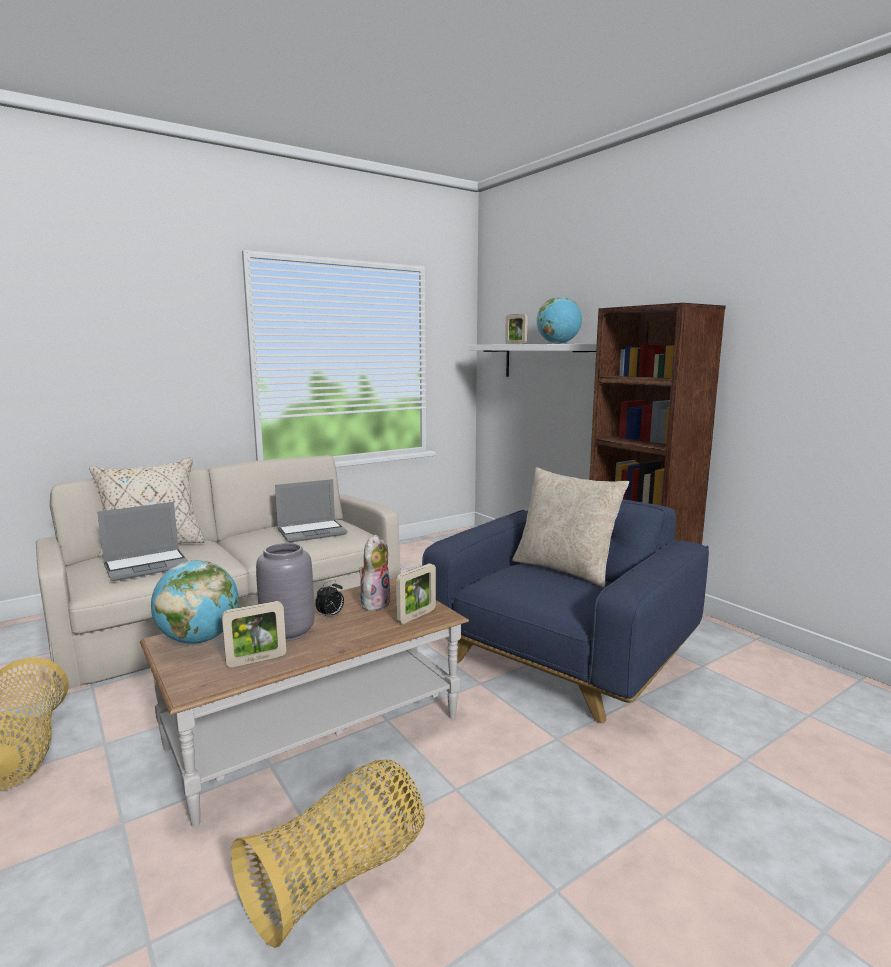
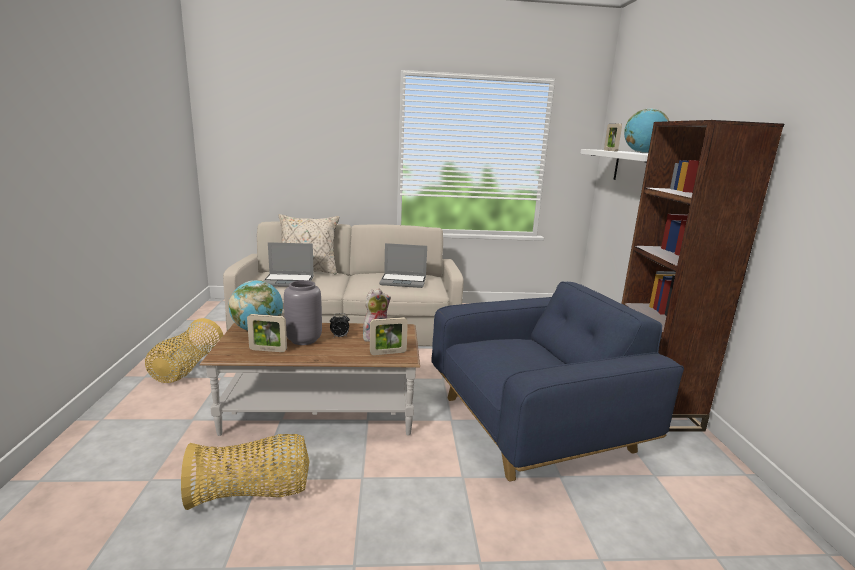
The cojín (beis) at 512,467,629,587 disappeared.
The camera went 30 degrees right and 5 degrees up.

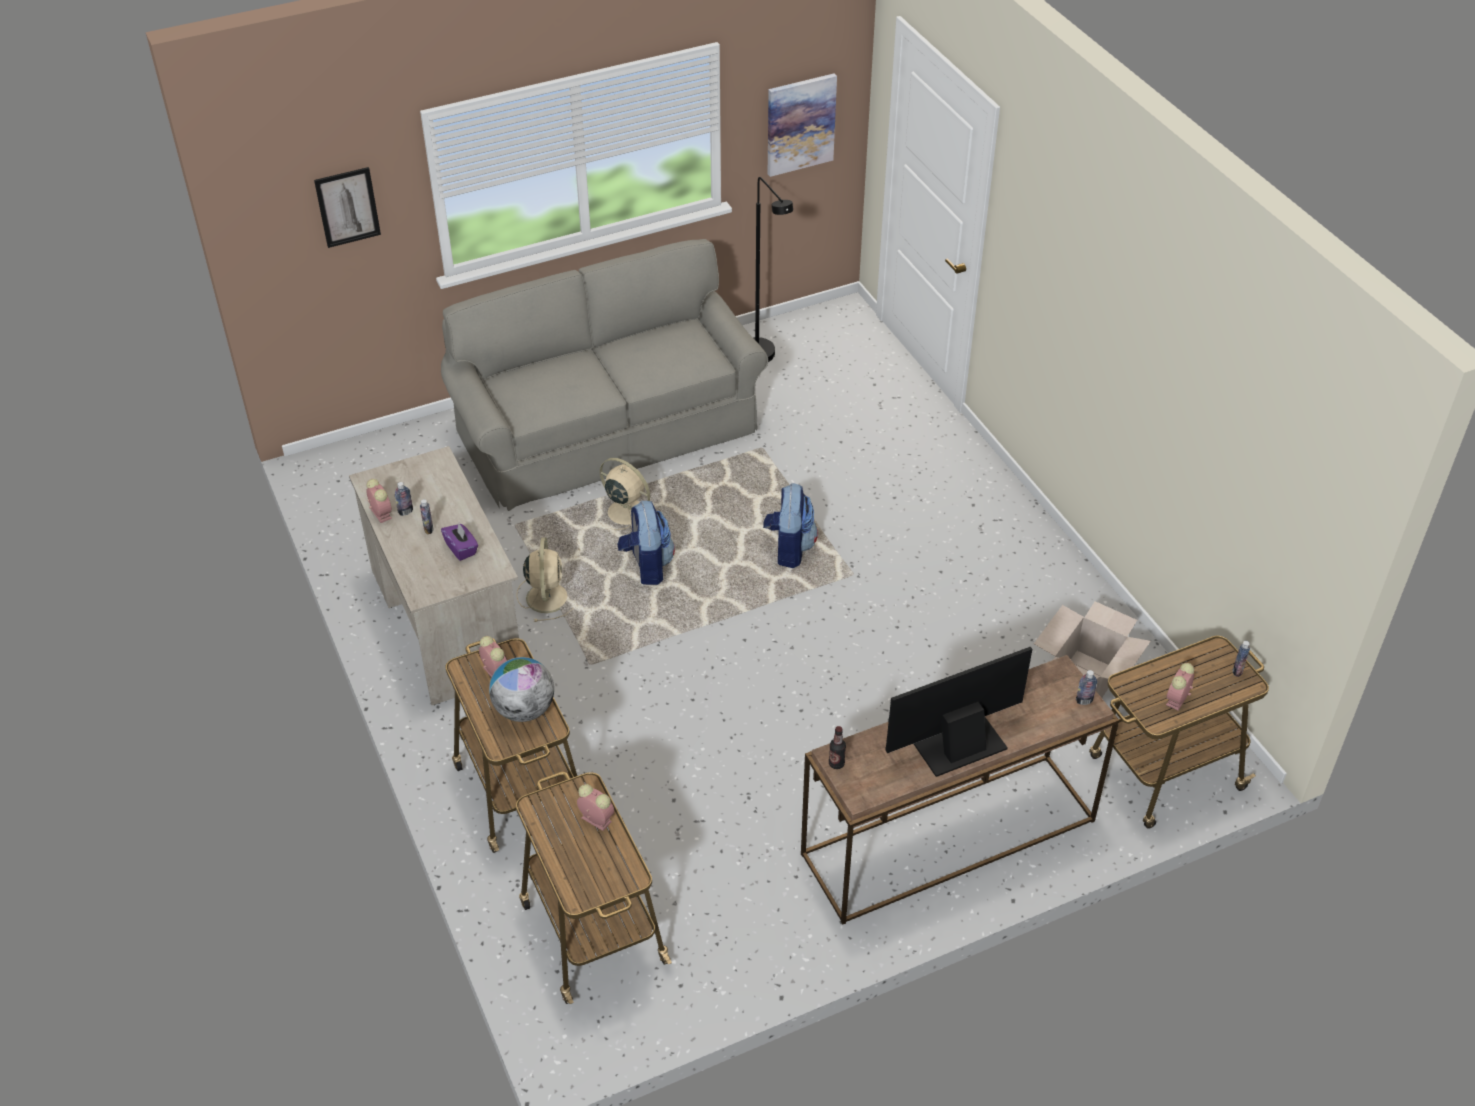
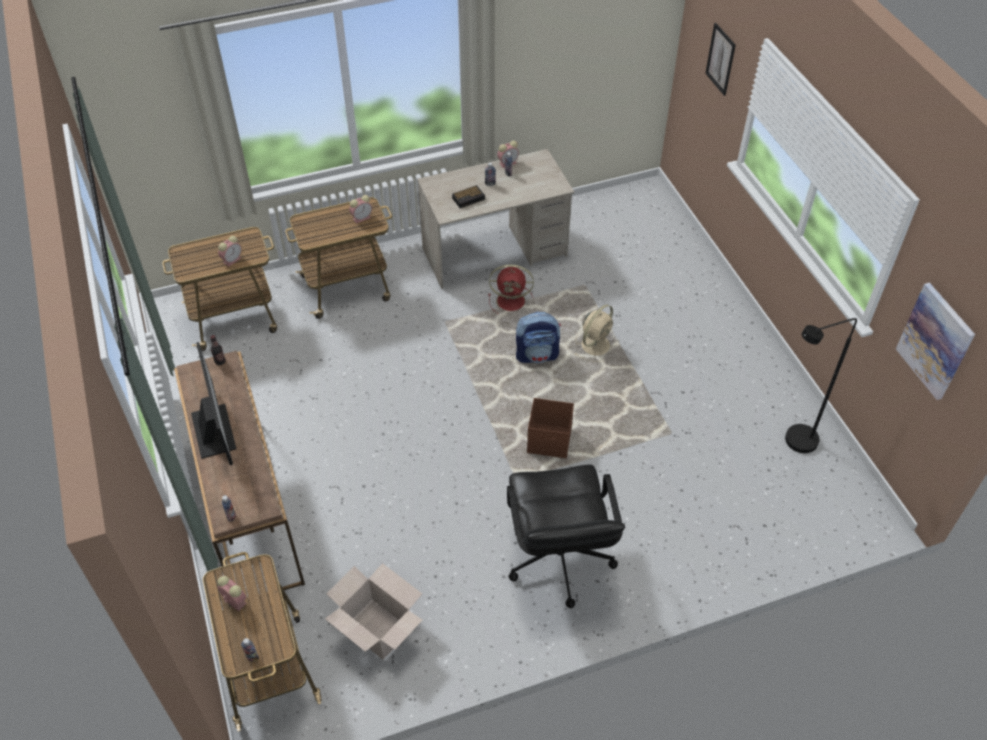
The caja de pañuelos (morado) at 441,524,478,561 was replaced by the despertador at 452,185,485,208.
The ventilador (beis) at 516,537,574,622 became the ventilador (rojo) at 488,265,534,314.
The silla de oficina (negro) at 507,465,625,608 appeared.
The mochila at 763,483,818,568 was replaced by the caja de almacenaje (marrón) at 527,398,574,458.
The sofá (gris) at 441,239,768,511 disappeared.
The globo terráqueo at 489,657,554,722 disappeared.
The camera went 95 degrees right and 5 degrees up.

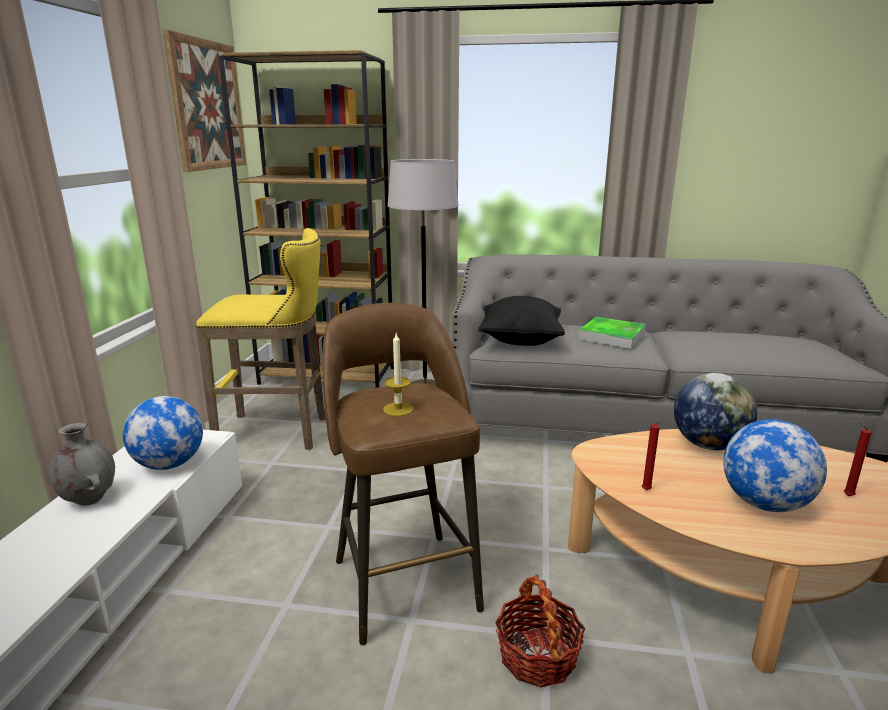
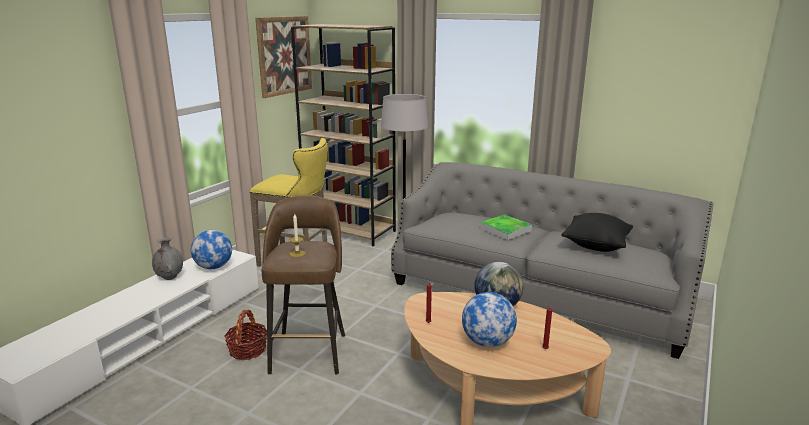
The cesta moved from 495,575,585,688 to 224,310,267,360.
The cojín (negro) moved from 478,296,565,346 to 561,213,633,252.
The camera went 20 degrees right and 0 degrees up.

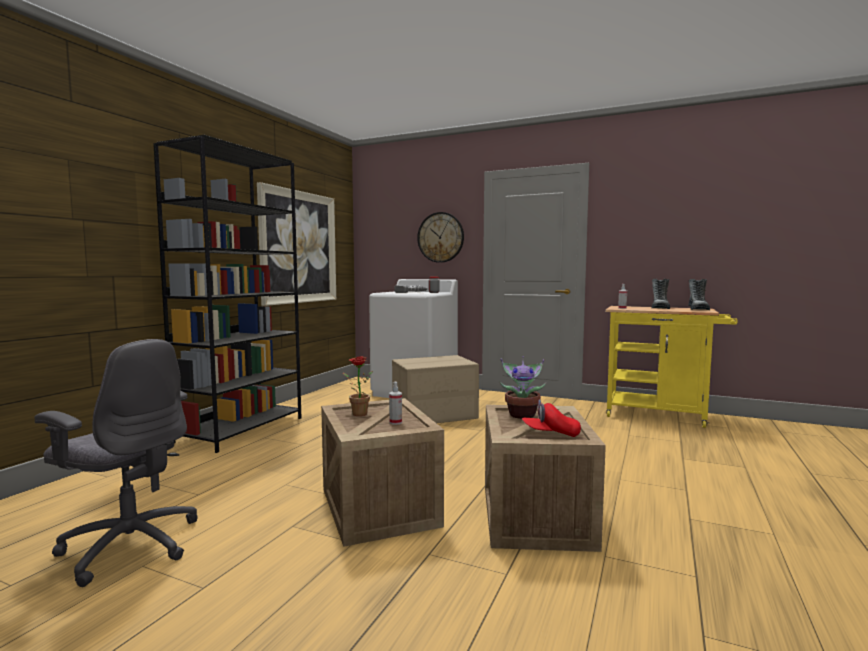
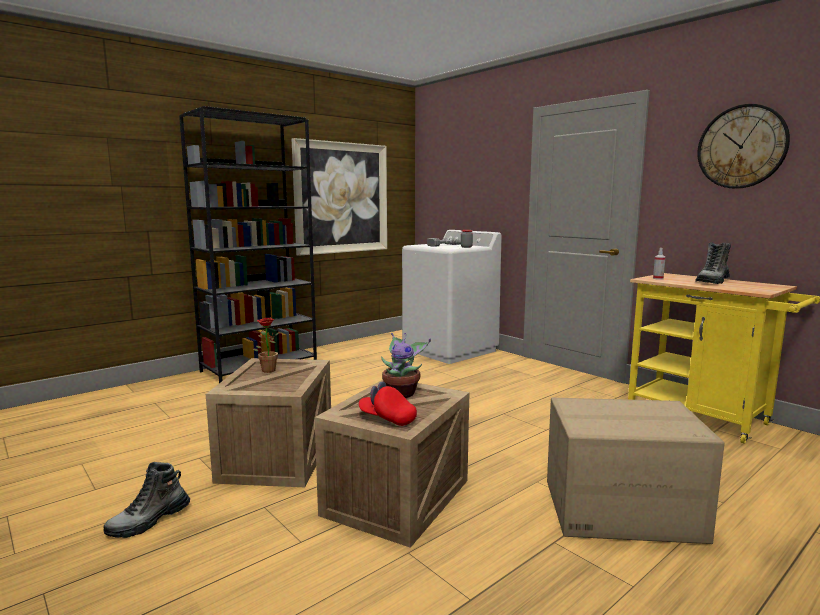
The bota moved from 688,279,710,310 to 104,462,190,538.
The caja de cartón moved from 392,355,479,423 to 547,398,725,544.
The reloj de pared moved from 417,212,464,263 to 697,104,790,189.
The silla de oficina (gris) at 34,339,198,587 disappeared.
The pulverizador at 389,382,402,425 disappeared.
The camera went 25 degrees right and 5 degrees up.

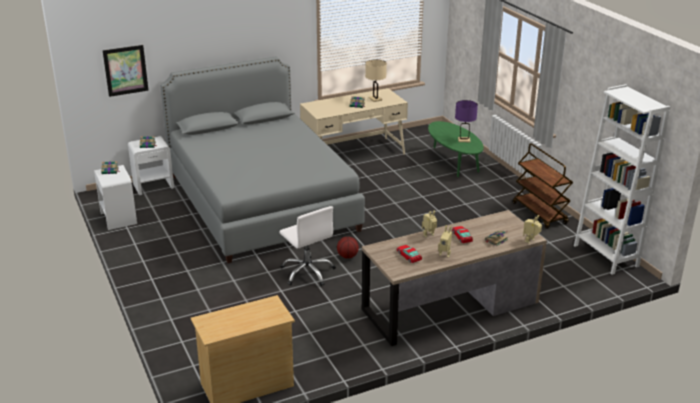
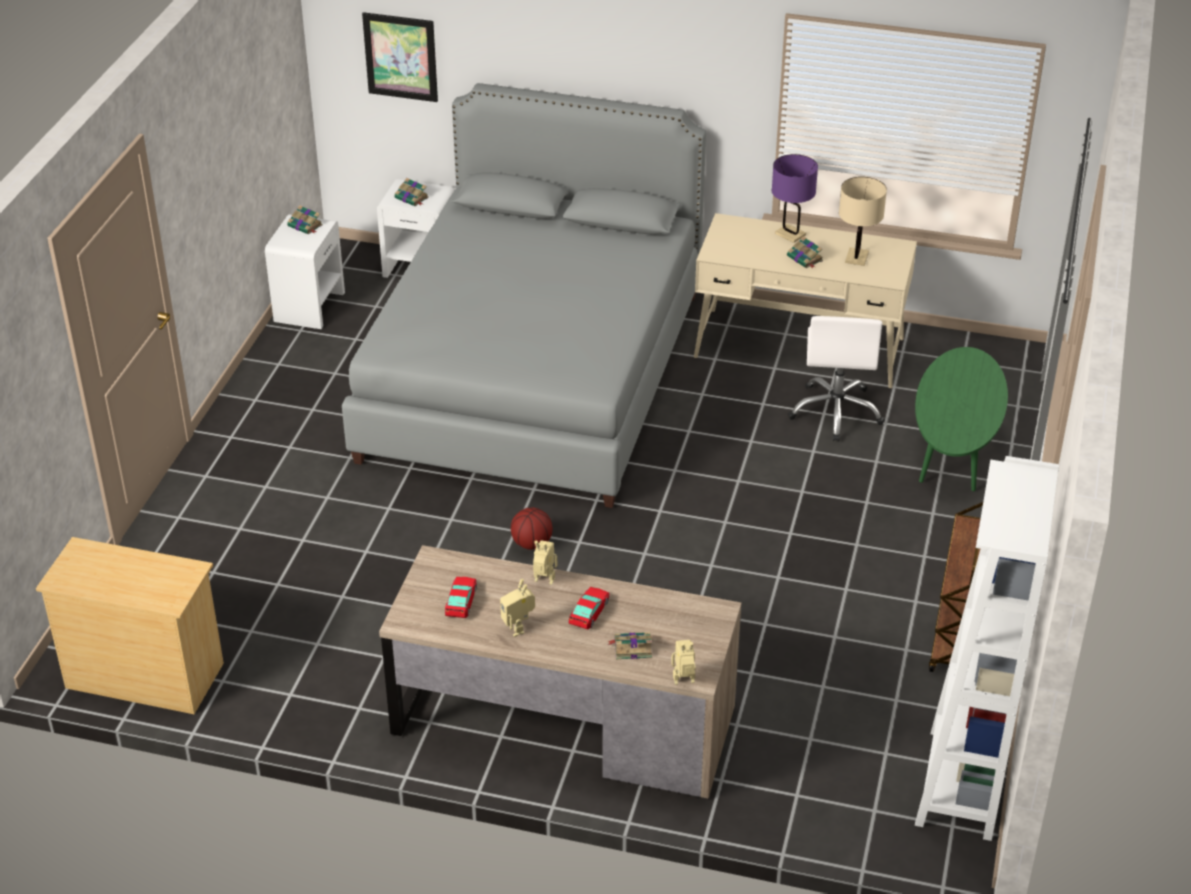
The lámpara de mesa (morado) moved from 455,100,478,142 to 772,154,818,243.
The silla de oficina (blanco) moved from 279,206,336,286 to 788,316,885,442.
The camera went 40 degrees right and 10 degrees up.

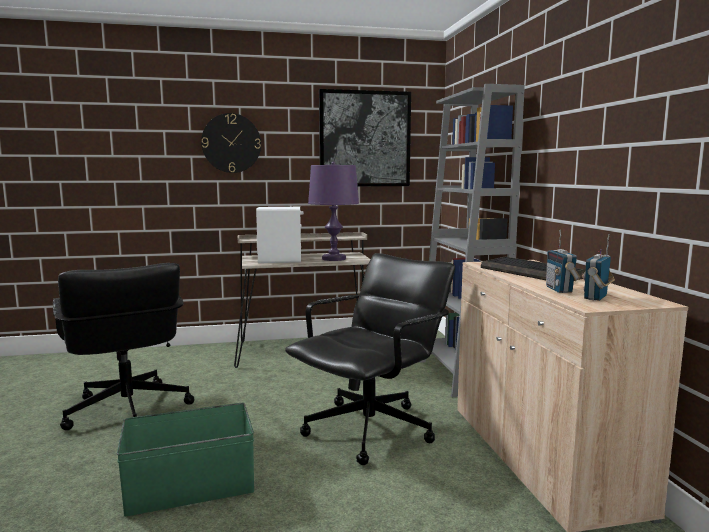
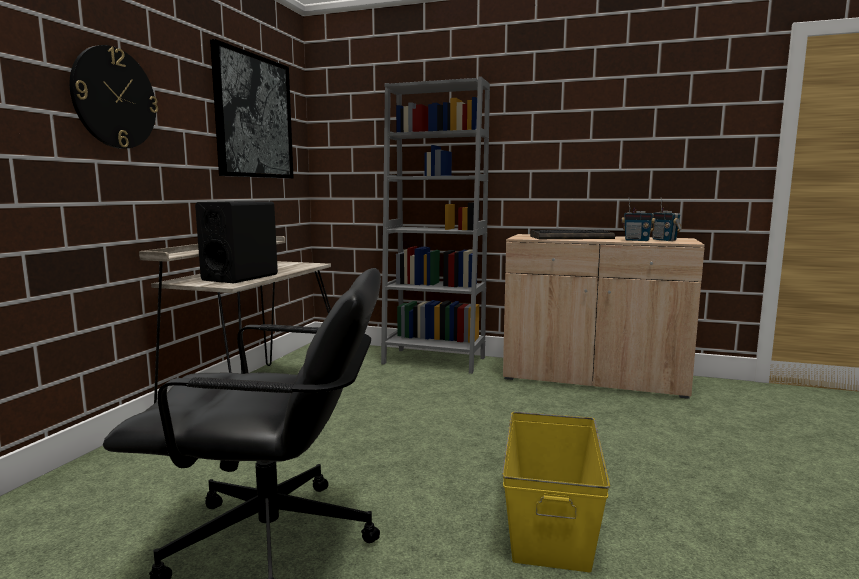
The altavoz (blanco) at 256,207,304,263 became the altavoz (negro) at 195,201,278,284.
The caja de almacenaje (verde) at 117,403,254,516 became the caja de almacenaje (amarillo) at 502,412,610,572.
The silla de oficina (negro) at 285,253,455,465 disappeared.
The lámpara de mesa (morado) at 308,162,359,261 disappeared.
The camera went 60 degrees left and 0 degrees up.

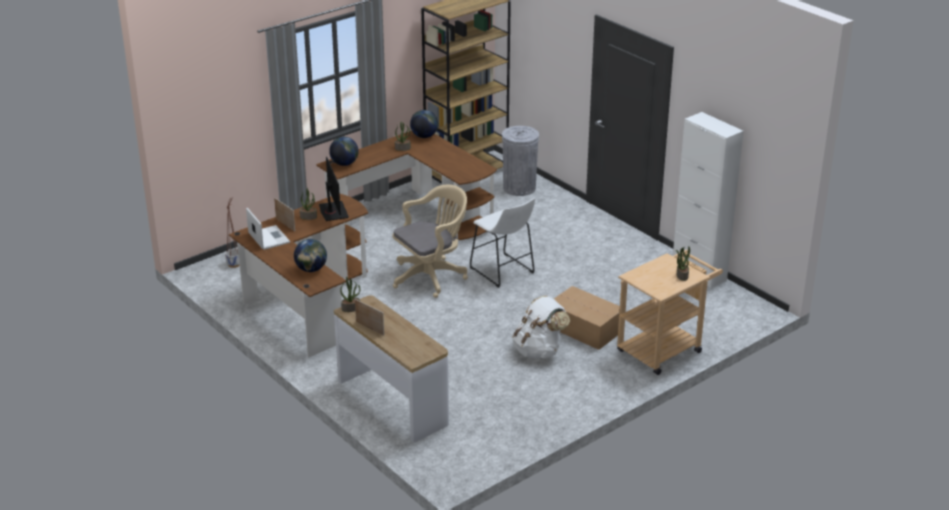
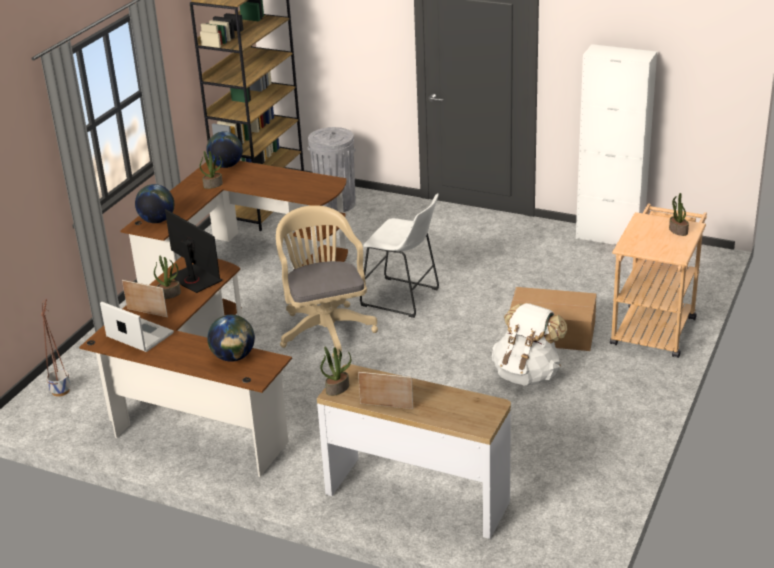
The silla de oficina (beis) at 392,185,468,298 turned 45 degrees counterclockwise.
The camera went 25 degrees left and 0 degrees up.

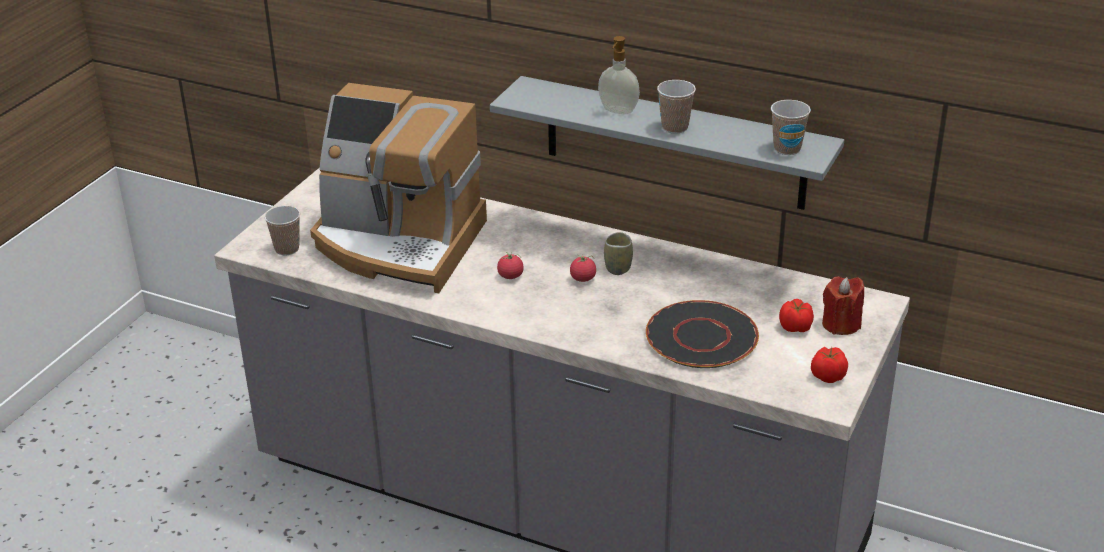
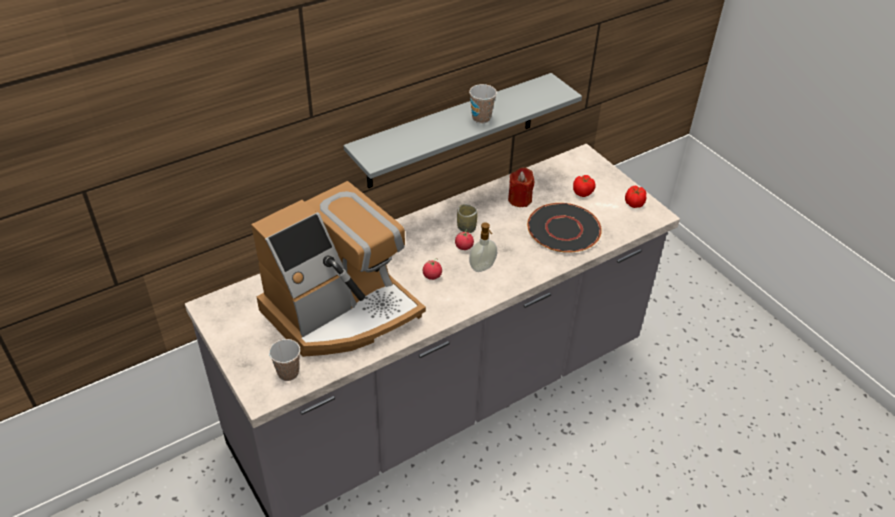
The dispensador de jabón moved from 598,36,640,114 to 469,222,497,272.
The vela (rojo) moved from 822,277,864,335 to 508,168,535,207.
The taza at 771,100,811,155 disappeared.
The camera went 60 degrees left and 10 degrees up.

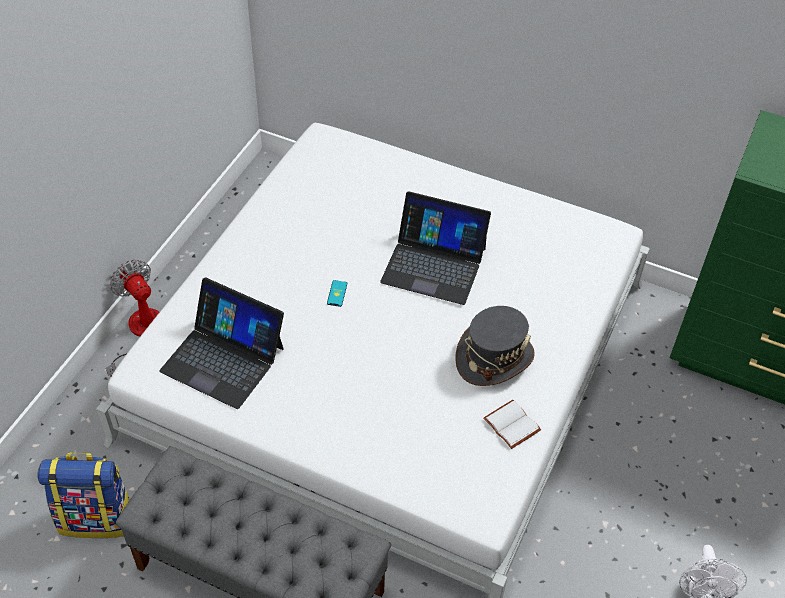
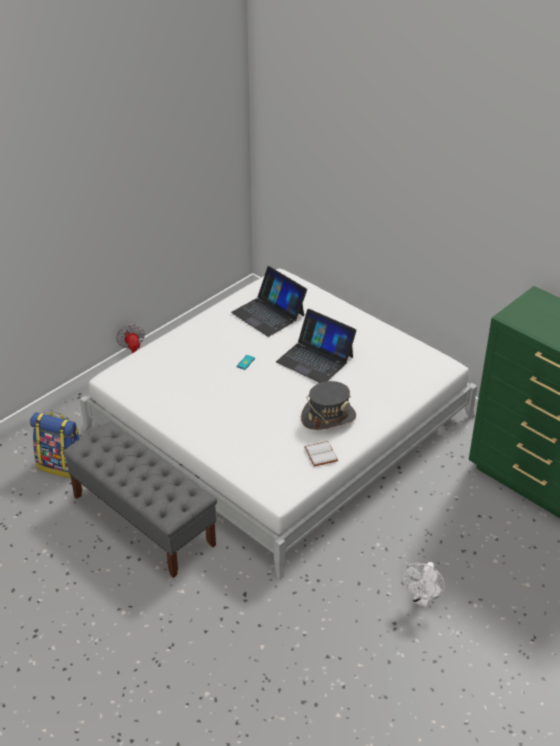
The portátil moved from 159,277,284,409 to 231,266,307,337.
The camera went 20 degrees right and 10 degrees down.

